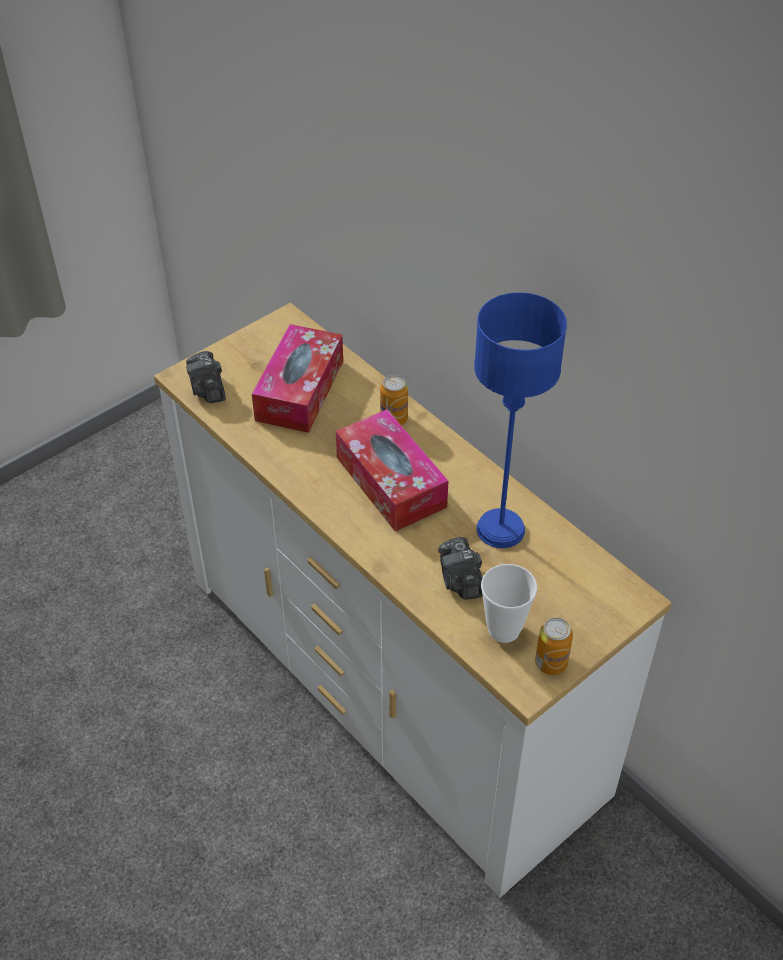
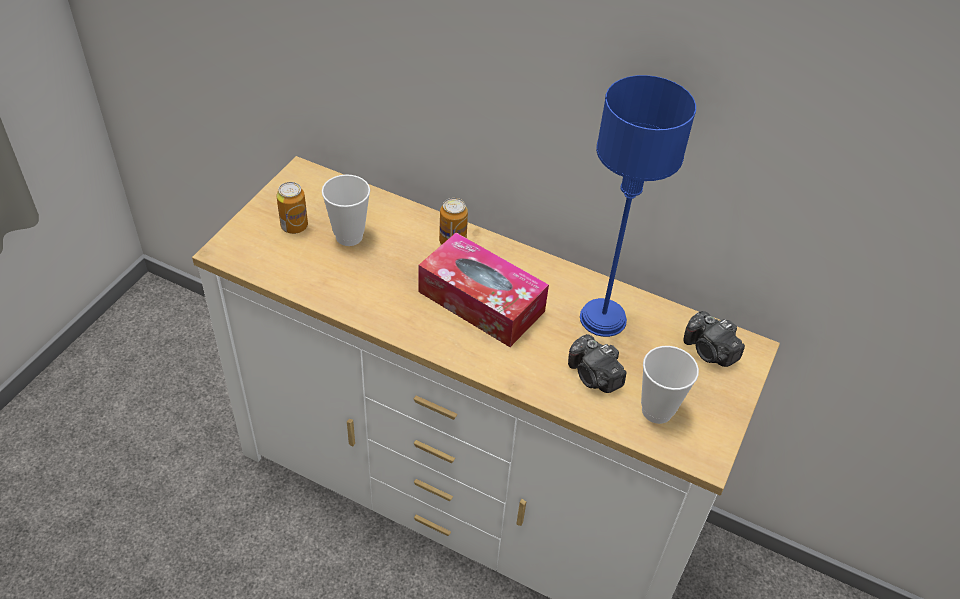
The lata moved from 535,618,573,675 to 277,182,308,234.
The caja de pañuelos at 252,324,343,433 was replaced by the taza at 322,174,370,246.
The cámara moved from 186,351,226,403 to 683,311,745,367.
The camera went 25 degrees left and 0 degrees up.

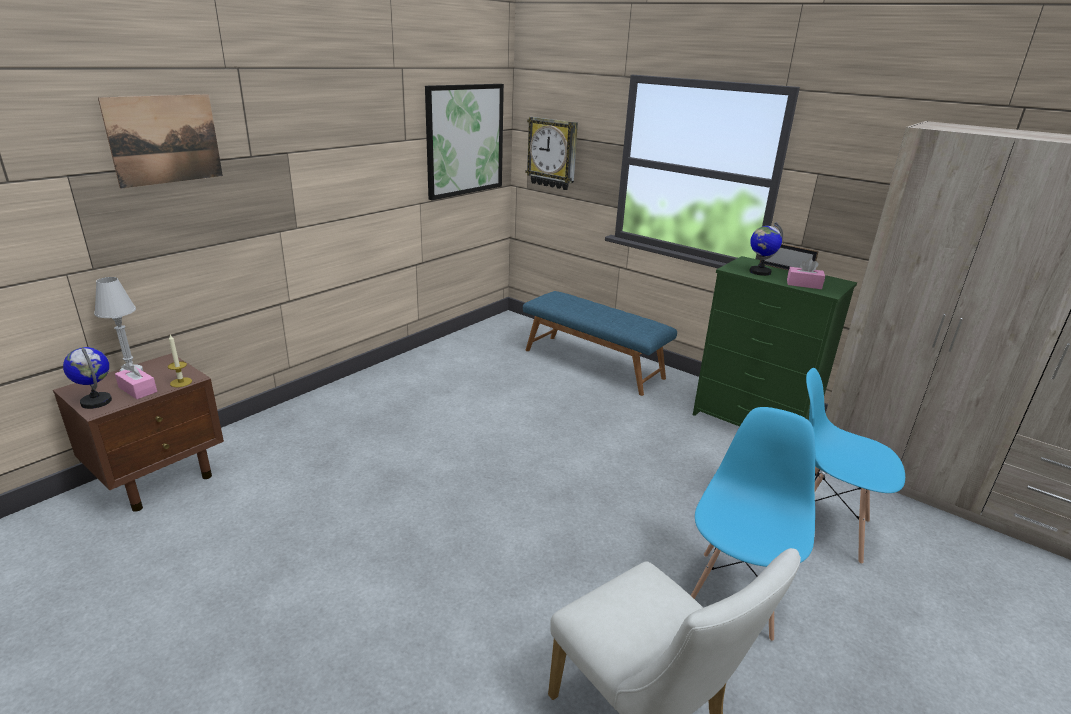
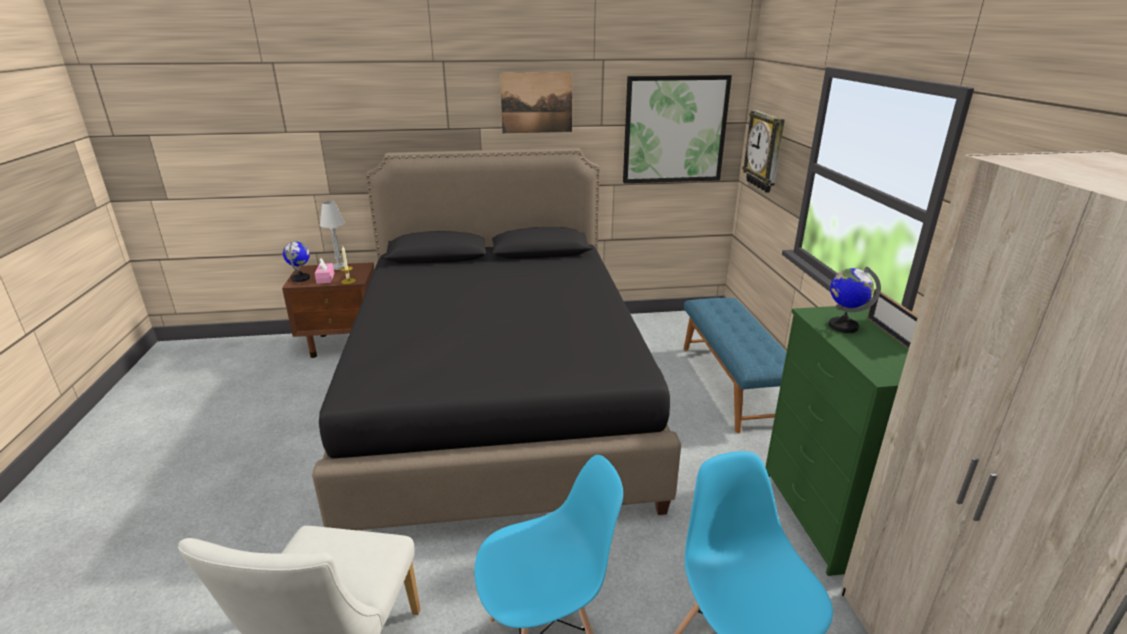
The cama (negro) at 312,148,681,530 appeared.
The cuadro moved from 98,94,223,189 to 500,72,572,133.
The caja de pañuelos (rosa) at 787,258,825,289 disappeared.
The camera went 45 degrees right and 0 degrees up.

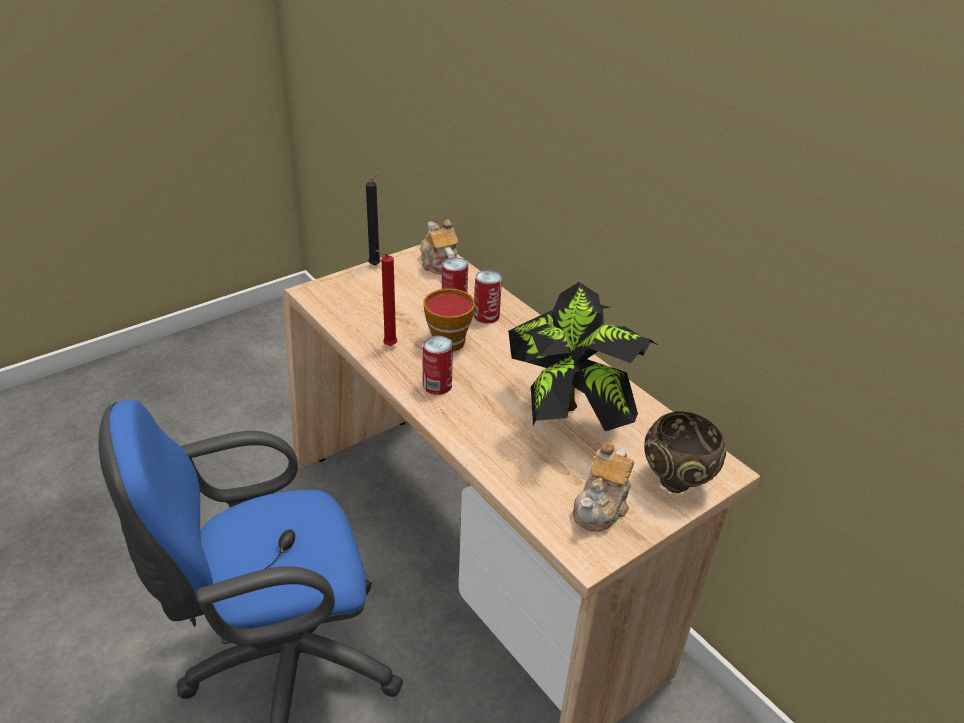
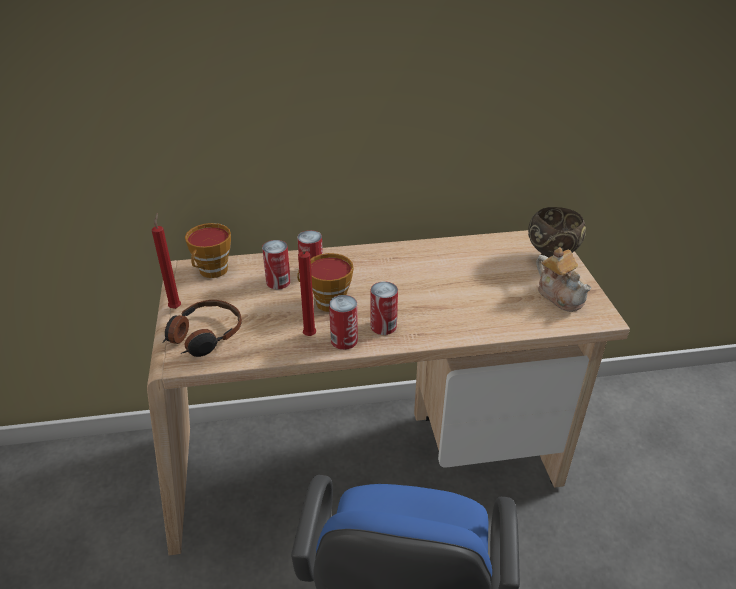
The vela (negro) at 366,172,381,266 became the vela (rojo) at 152,213,181,309.
The auriculares at 162,300,242,357 appeared.
The tetera at 420,219,459,275 was replaced by the taza at 185,223,231,278.
The lata at 329,295,358,350 appeared.
The planta en maceta at 508,282,657,431 disappeared.
The camera went 60 degrees left and 0 degrees up.

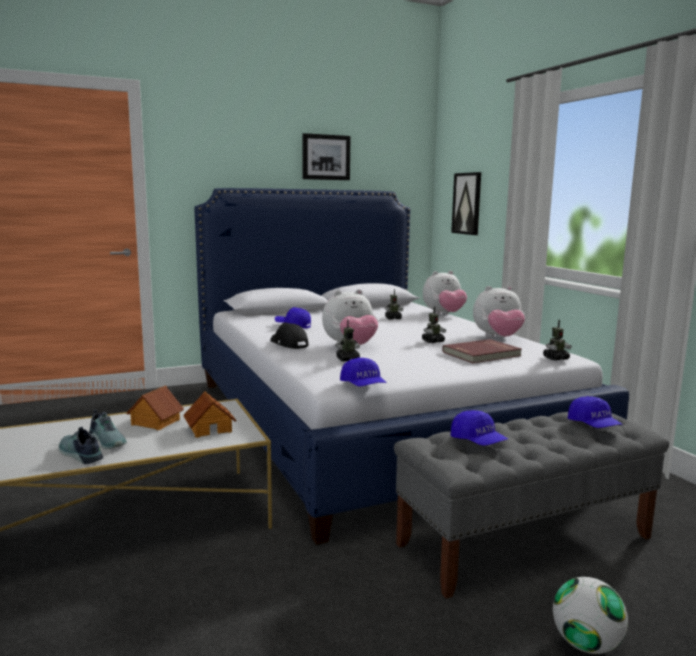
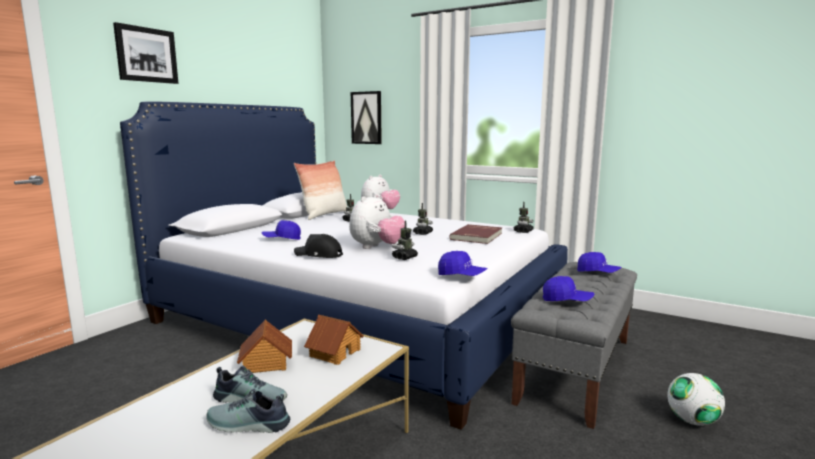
The cuadro moved from 302,133,350,180 to 113,22,179,84.
The cojín at 294,160,347,220 appeared.
The peluche at 473,286,525,338 disappeared.
The camera went 35 degrees left and 0 degrees up.

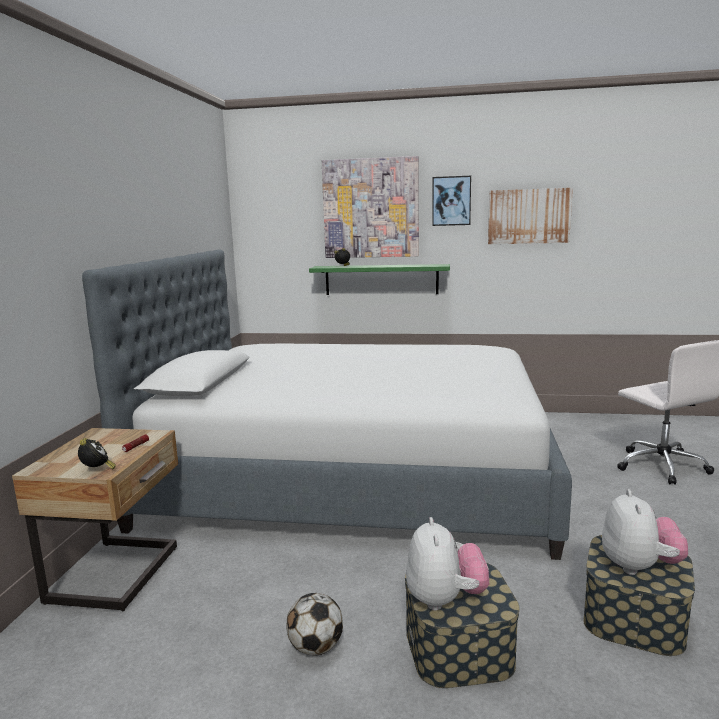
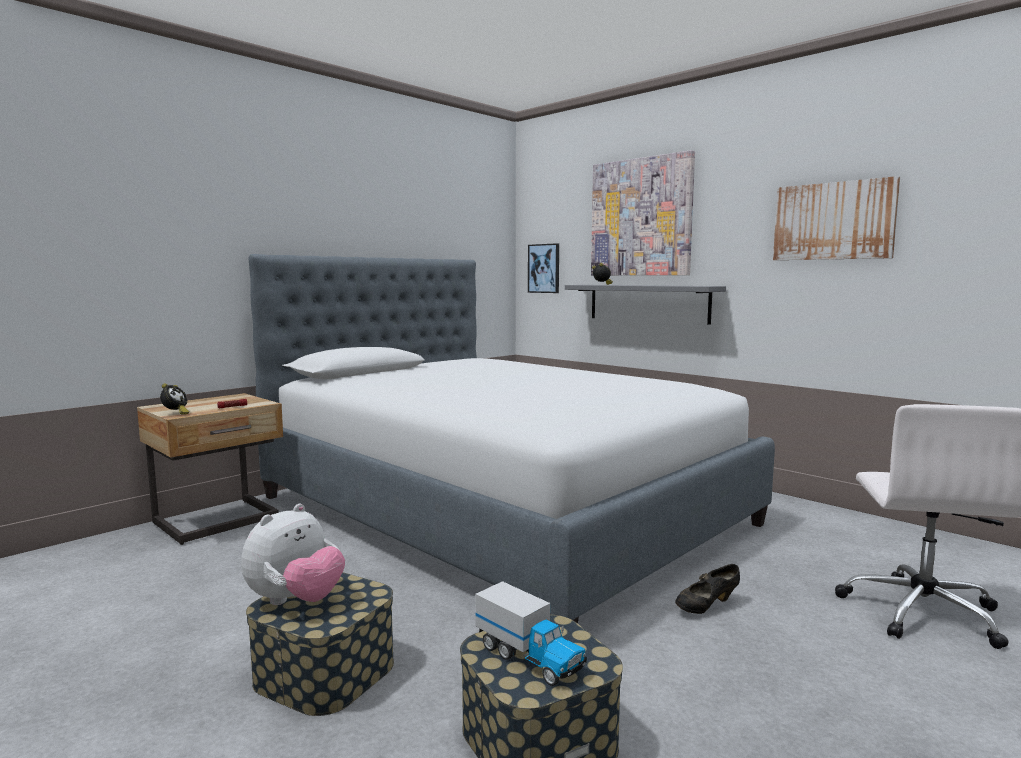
The peluche at 602,489,688,575 was replaced by the camión de juguete at 475,581,587,686.
The cuadro moved from 432,176,471,226 to 528,243,559,293.
The estante (verde) at 309,264,450,295 became the estante (gris) at 565,285,726,325.
The zapato (negro) at 675,564,740,614 appeared.
The balón de fútbol at 286,593,343,656 disappeared.
The camera went 35 degrees right and 5 degrees down.

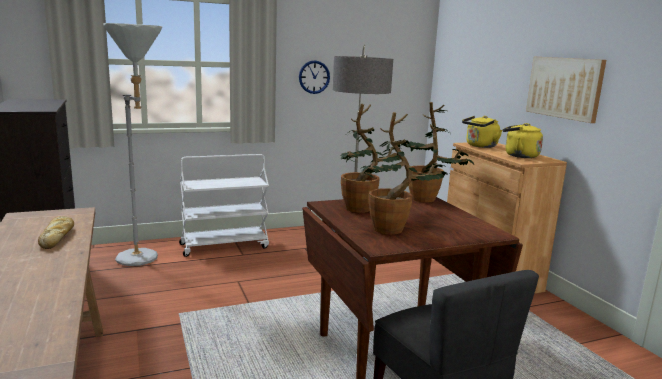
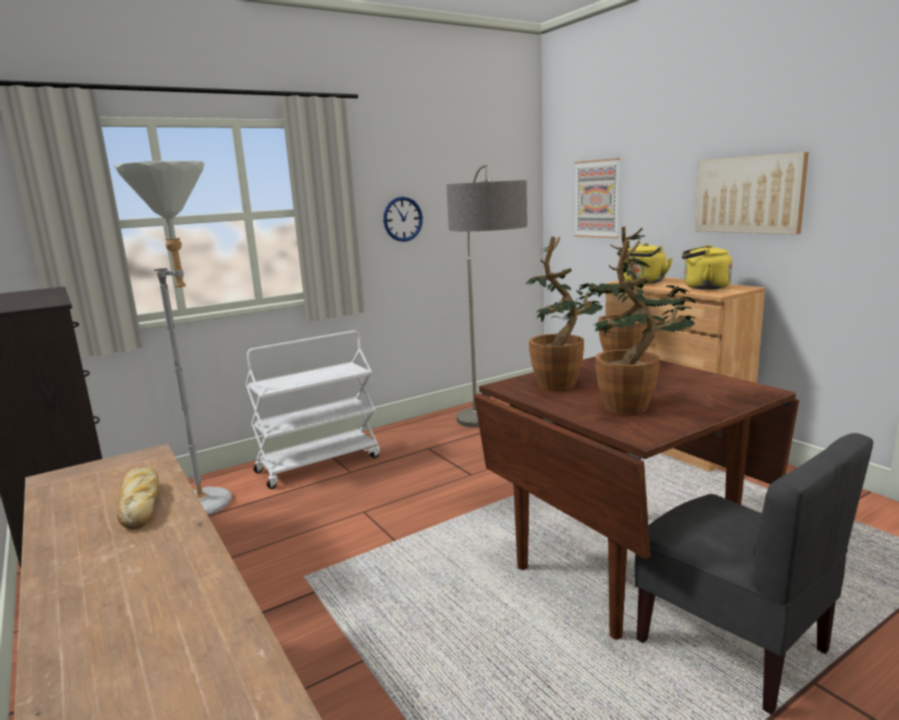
The cuadro at 574,158,620,238 appeared.
The camera went 10 degrees left and 0 degrees up.

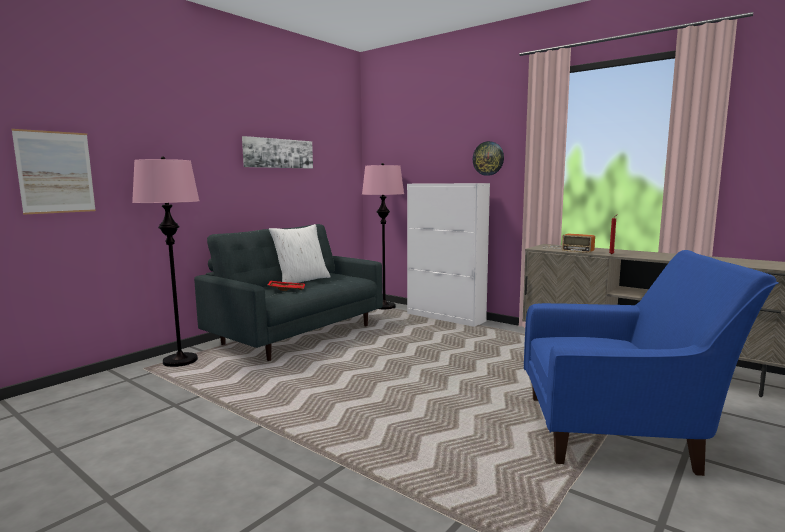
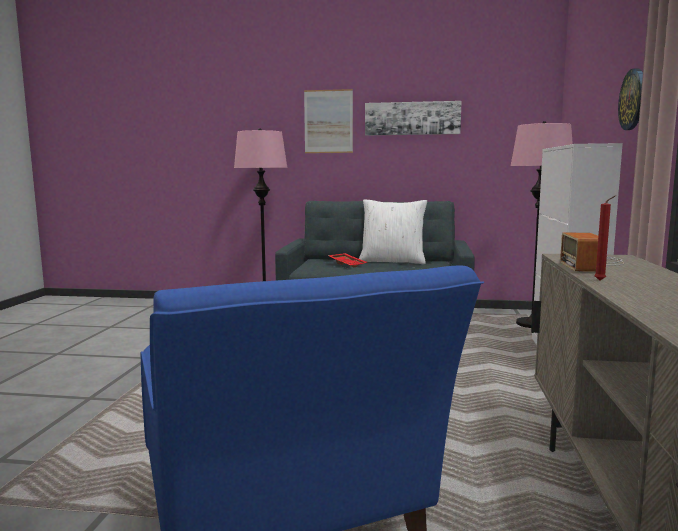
The cuadro moved from 11,129,96,215 to 304,89,353,153.
The camera went 60 degrees right and 0 degrees up.

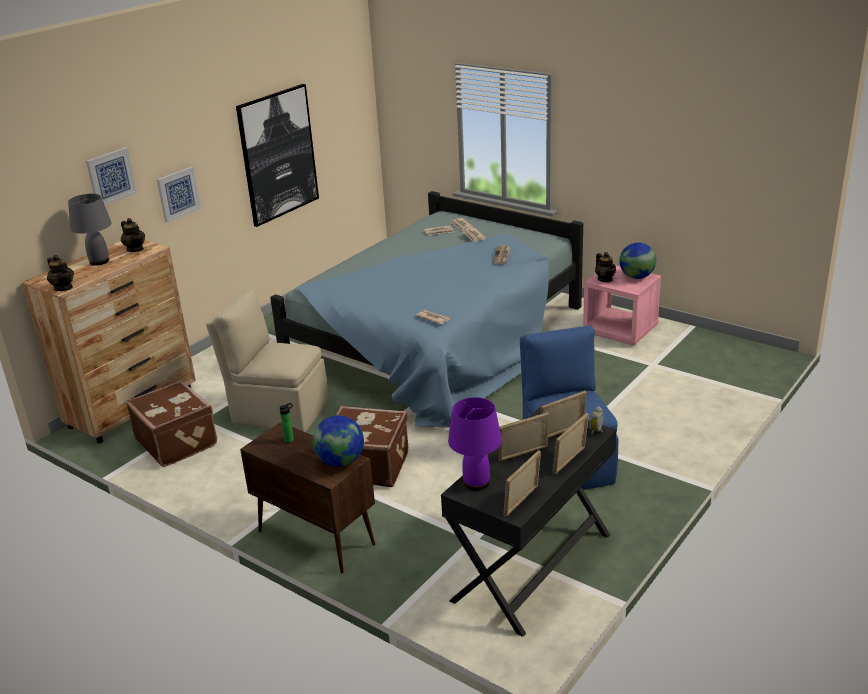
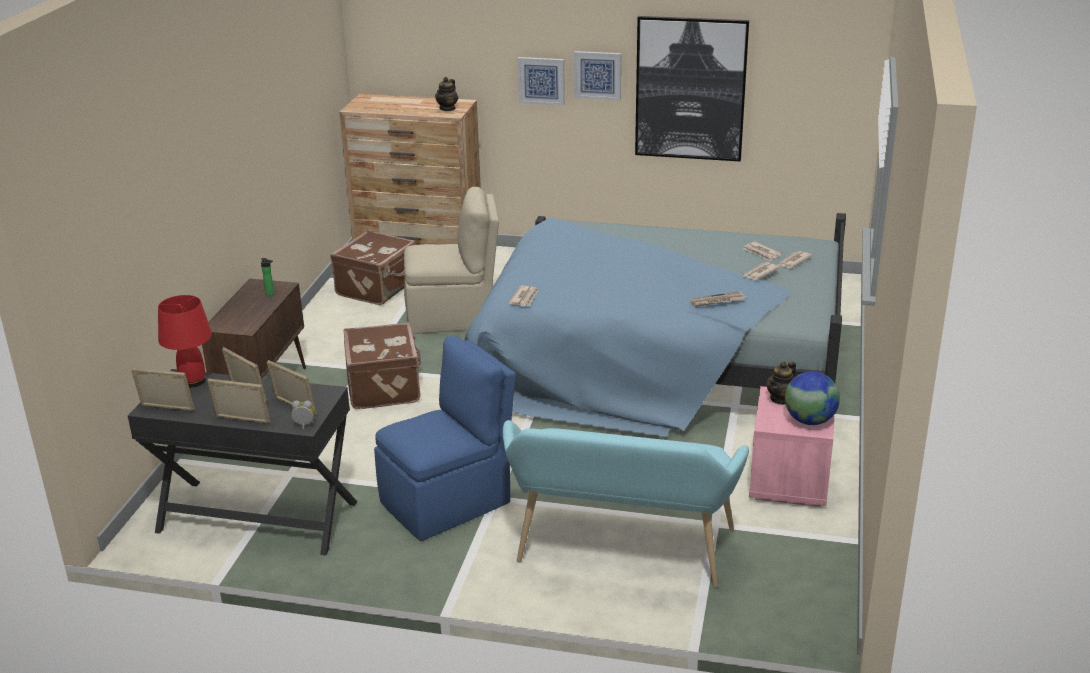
The lámpara de mesa (morado) at 448,397,502,491 became the lámpara de mesa (rojo) at 158,295,212,387.
The silla (beis) at 206,289,328,432 turned 90 degrees clockwise.
The banco (turquesa) at 503,420,749,588 appeared.
The cuadro moved from 86,147,137,205 to 574,51,621,100.
The tetera at 47,255,74,291 disappeared.
The lámpara de mesa (gris) at 68,194,112,266 disappeared.
The globo terráqueo at 313,415,364,467 disappeared.
The camera went 65 degrees right and 0 degrees up.

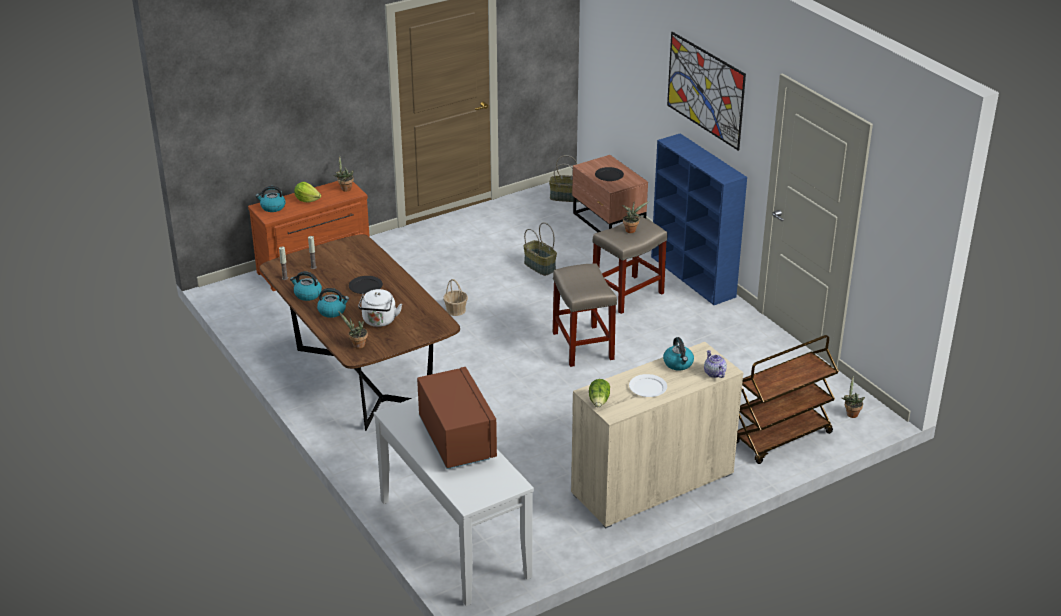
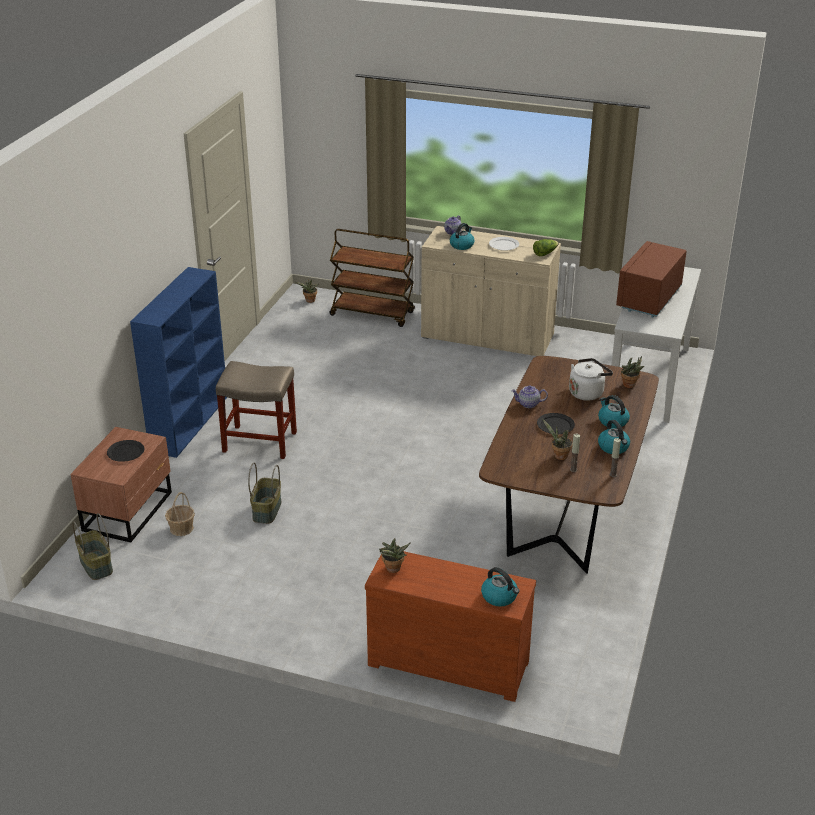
The cesta moved from 443,279,468,316 to 165,492,195,536.
The tetera at 511,385,548,408 appeared.
The planta en maceta moved from 622,201,649,233 to 542,418,573,460.
The lechuga at 294,182,321,202 disappeared.
The taburete (beis) at 553,264,617,367 disappeared.
The cuadro at 667,32,746,151 disappeared.
The camera went 130 degrees left and 0 degrees up.

